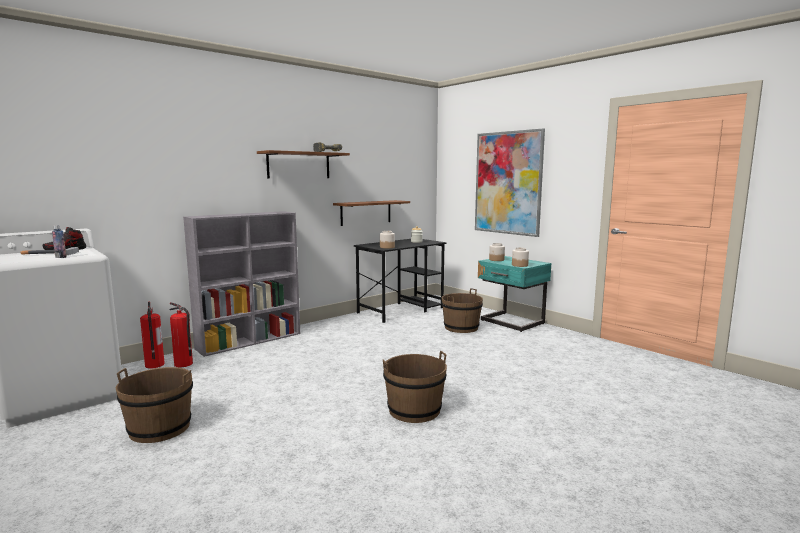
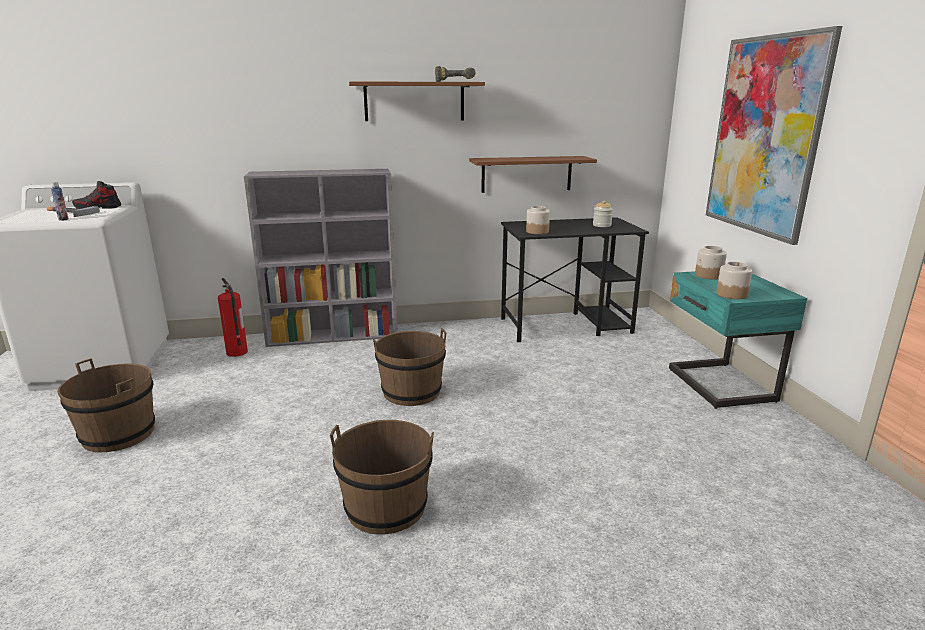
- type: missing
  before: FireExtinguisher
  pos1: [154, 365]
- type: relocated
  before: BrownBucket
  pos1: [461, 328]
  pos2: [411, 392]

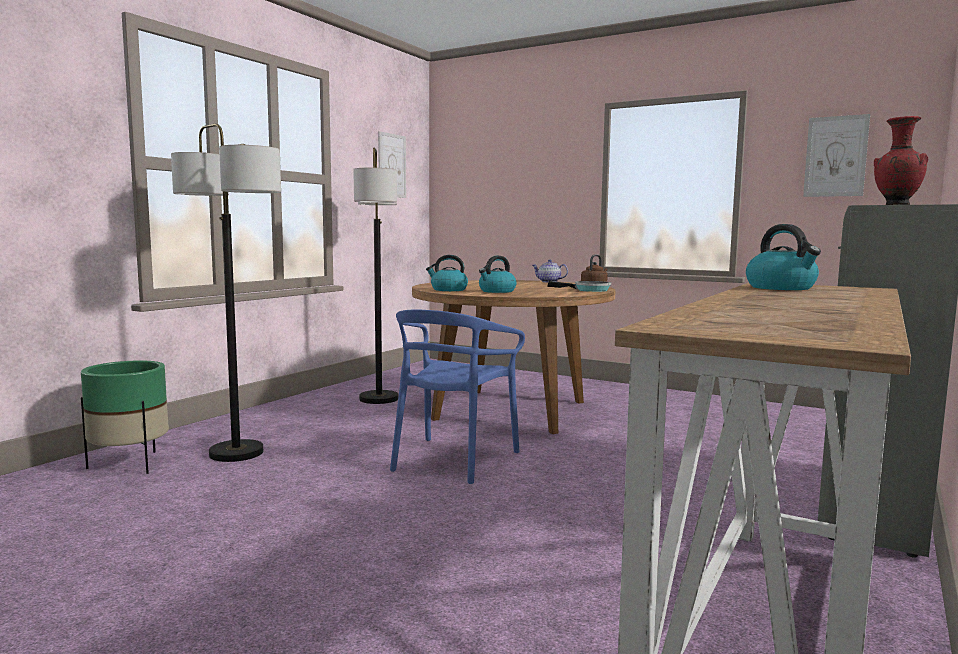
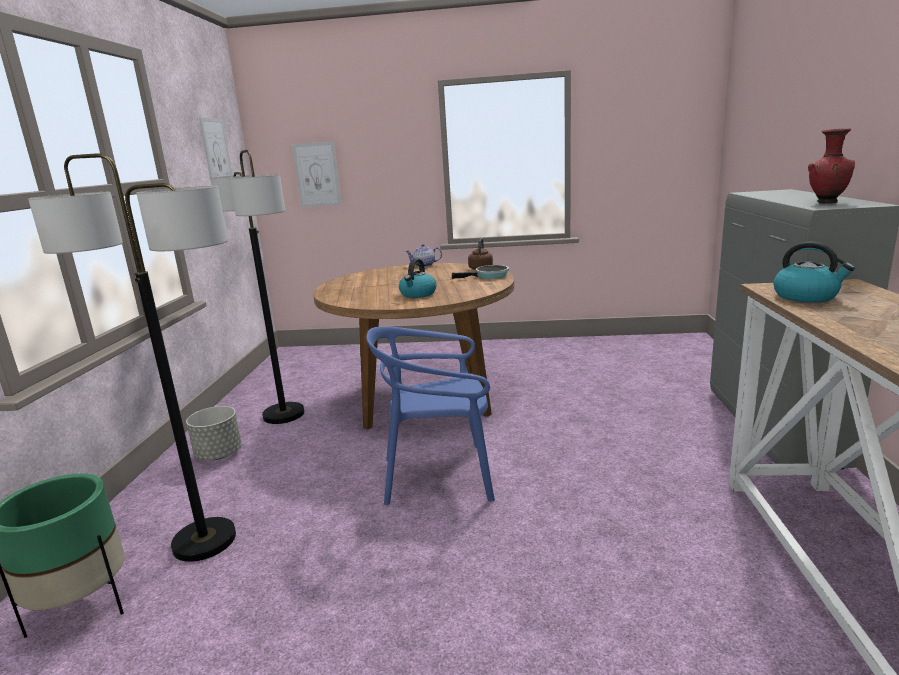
- type: missing
  before: Kettle
  pos1: [448, 290]
- type: appeared
  after: GreyPlanter
  pos2: [219, 454]
- type: relocated
  before: Picture
  pos1: [835, 156]
  pos2: [317, 174]
- type: spun
  before: BlueChair
  pos1: [453, 460]
  pos2: [438, 476]
  turn: 90

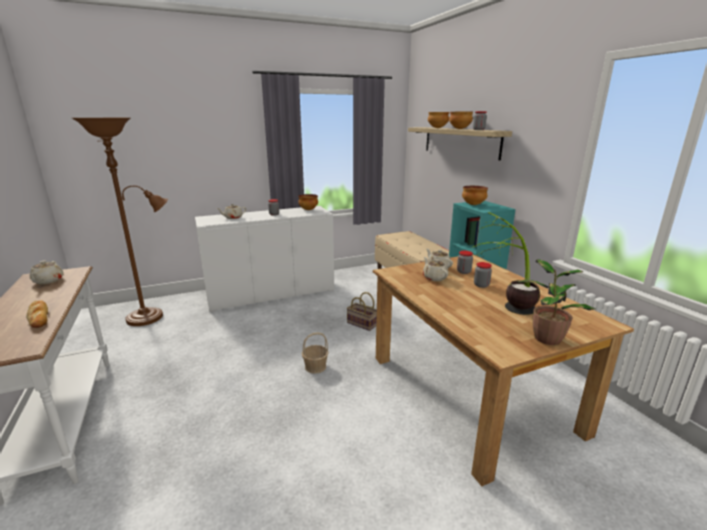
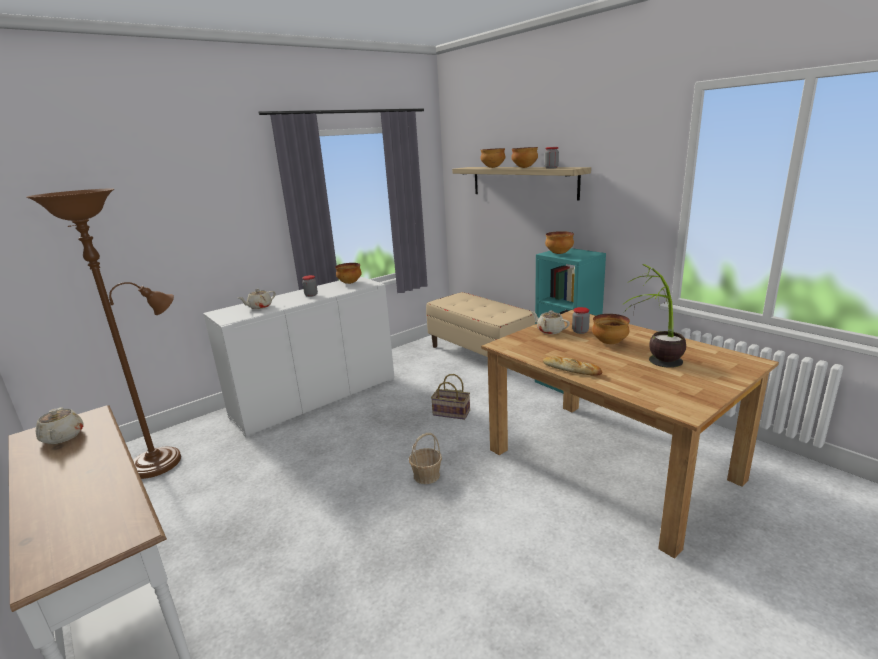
- type: missing
  before: BeigeTeapot
  pos1: [434, 277]
- type: missing
  before: PottedPlant
  pos1: [545, 337]
- type: relocated
  before: Bread
  pos1: [39, 316]
  pos2: [571, 369]
- type: exchanged
  before: Jar
  after: Bowl
  pos1: [481, 285]
  pos2: [609, 343]

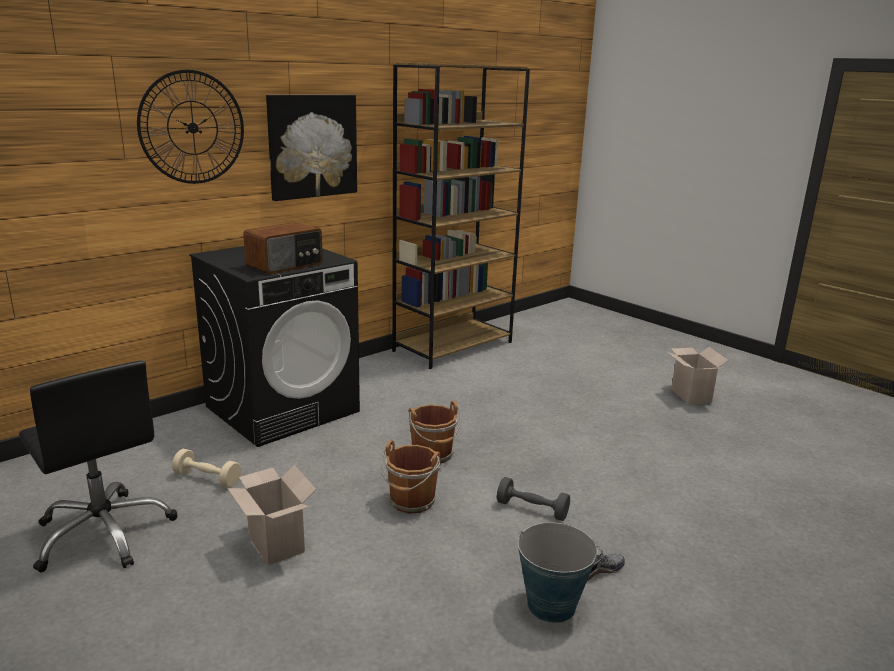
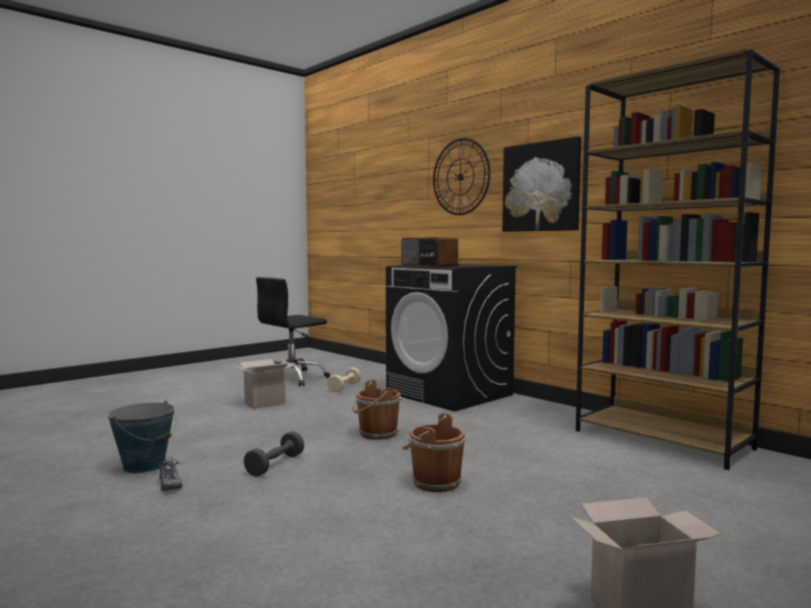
- type: relocated
  before: BrownBucket
  pos1: [411, 502]
  pos2: [434, 482]

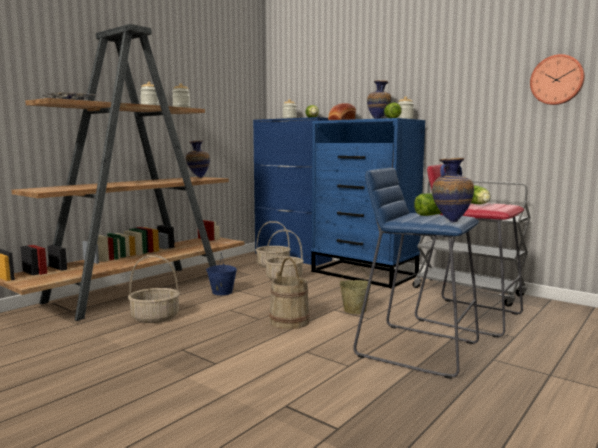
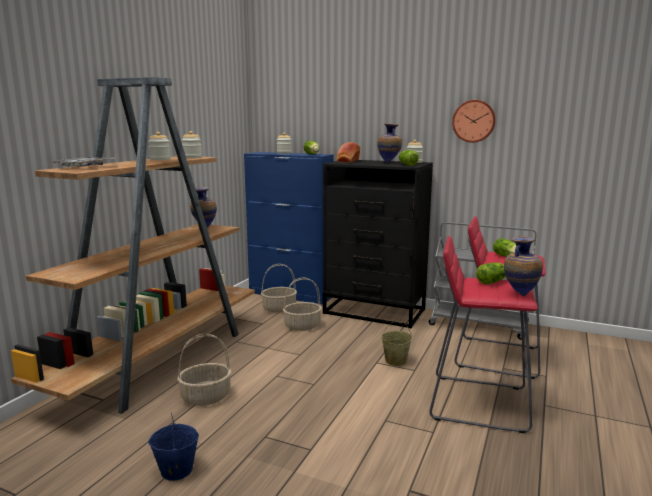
- type: missing
  before: BeigeBucket
  pos1: [289, 321]
- type: relocated
  before: BlueBucket
  pos1: [221, 292]
  pos2: [176, 470]
- type: relocated
  before: WallClock
  pos1: [557, 80]
  pos2: [474, 121]
- type: colour
  before: BlueDresser
  after: BlackDresser
  pos1: [364, 274]
  pos2: [375, 311]
- type: colour
  before: BlueStool
  after: RedStool
  pos1: [416, 349]
  pos2: [477, 402]

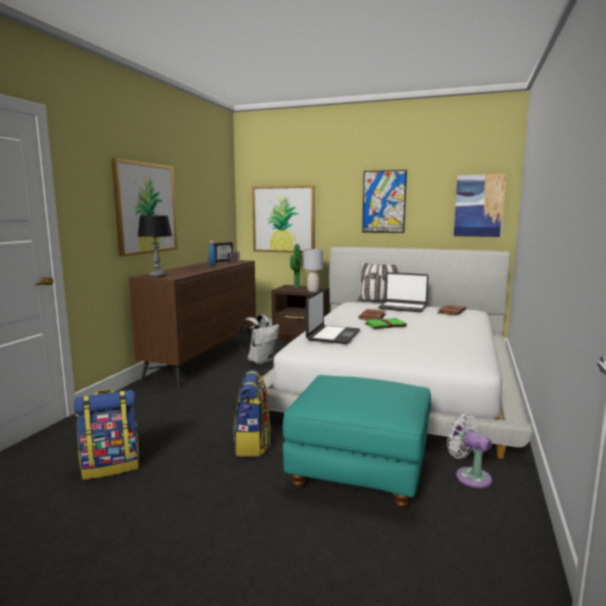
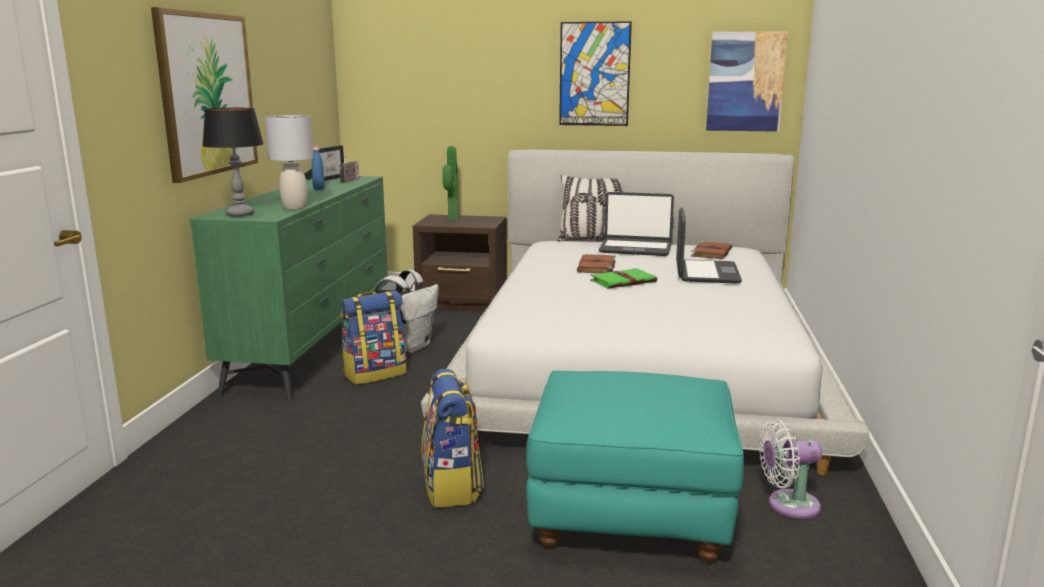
- type: missing
  before: Picture
  pos1: [283, 219]
- type: relocated
  before: Backpack
  pos1: [111, 466]
  pos2: [375, 374]
- type: relocated
  before: GreyTableLamp
  pos1: [312, 291]
  pos2: [294, 207]
- type: relocated
  before: Laptop
  pos1: [333, 335]
  pos2: [705, 273]
- type: colour
  before: BrownDresser
  after: GreenDresser
  pos1: [205, 358]
  pos2: [314, 347]
- type: spun
  before: WhiteFan
  pos1: [469, 476]
  pos2: [788, 505]
  turn: -45

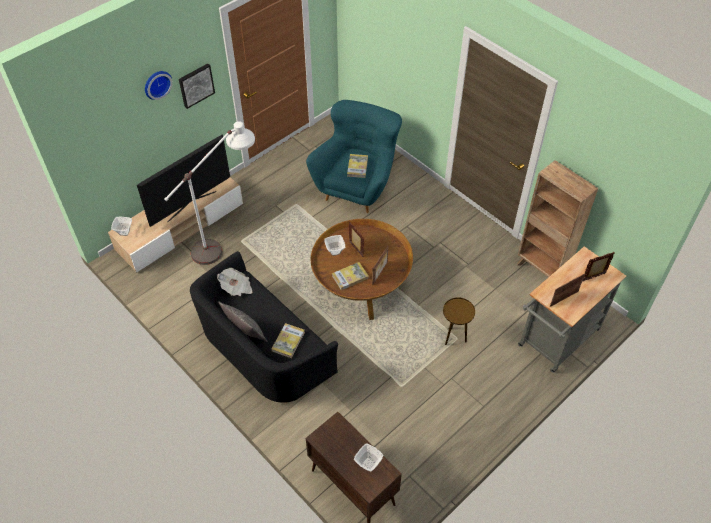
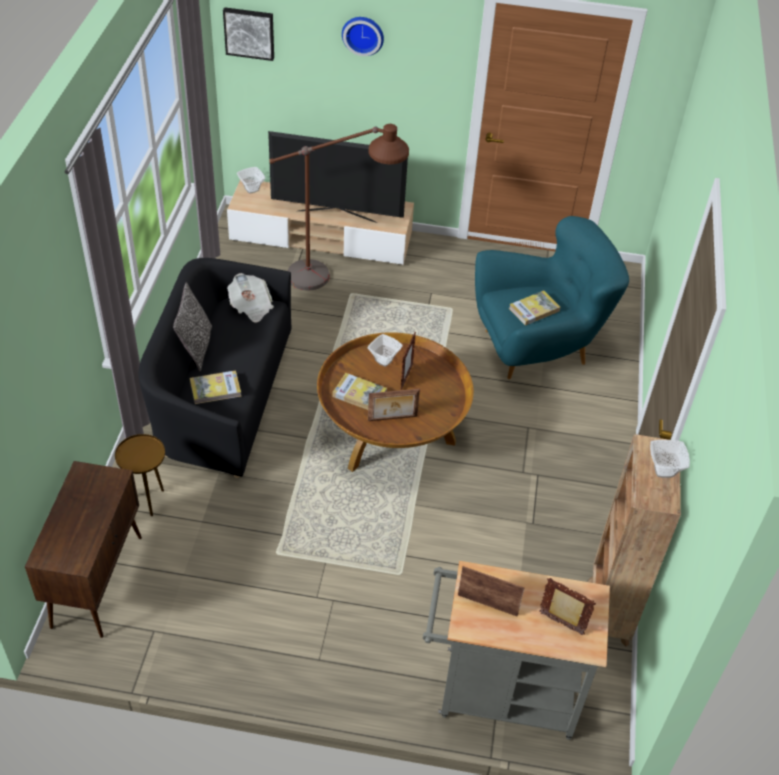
- type: relocated
  before: Picture
  pos1: [196, 85]
  pos2: [249, 32]
- type: relocated
  before: Bowl
  pos1: [367, 464]
  pos2: [663, 470]
- type: relocated
  before: BrownSideTable
  pos1: [454, 338]
  pos2: [148, 500]
- type: colour
  before: WhiteFloorLamp
  after: BrownFloorLamp
  pos1: [226, 242]
  pos2: [337, 282]

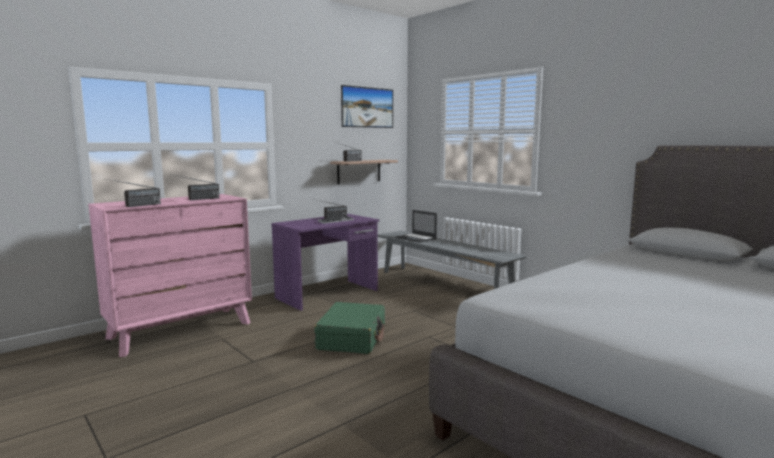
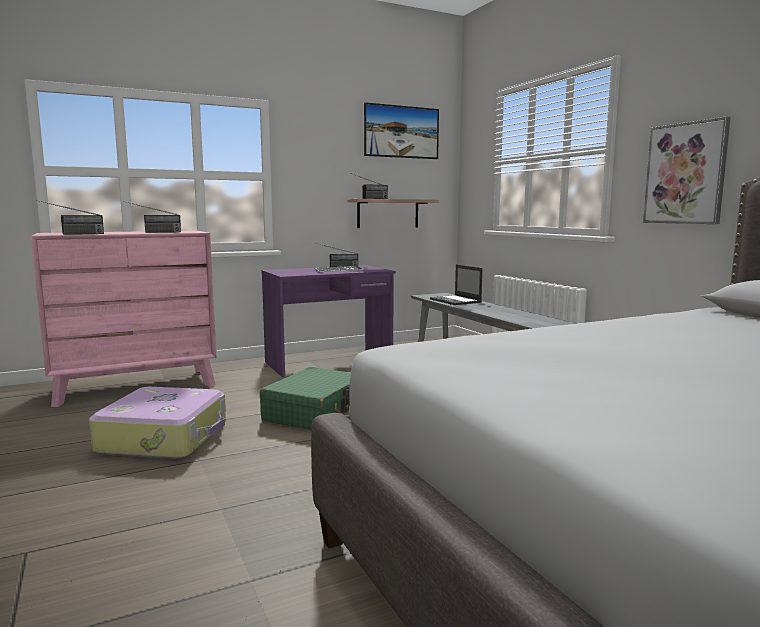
- type: appeared
  after: Suitcase
  pos2: [165, 437]
- type: appeared
  after: Picture
  pos2: [685, 173]

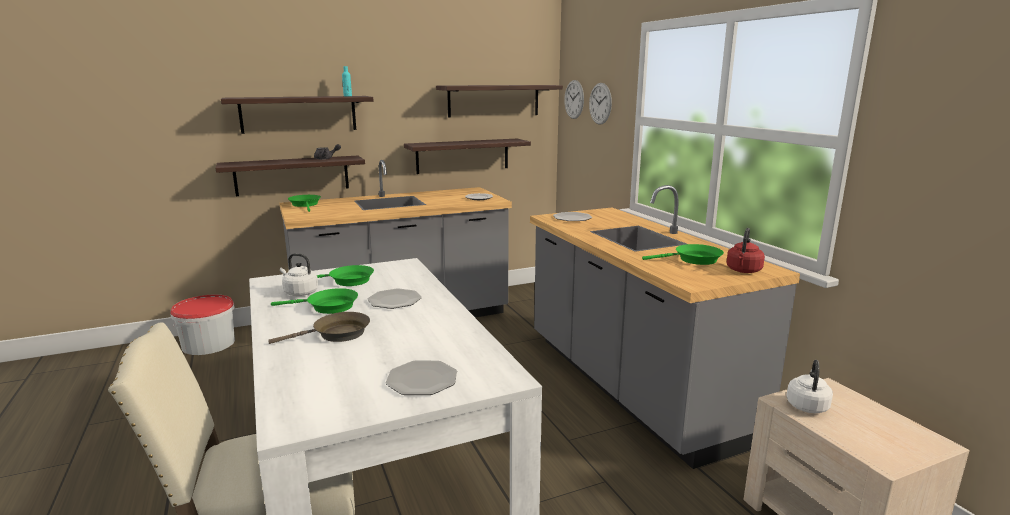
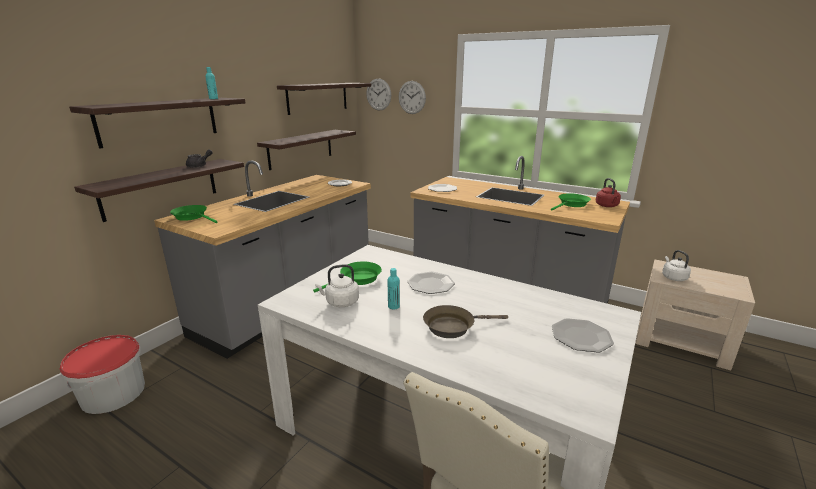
- type: exchanged
  before: GreenFryingPan
  after: TurquoiseBottle
  pos1: [328, 307]
  pos2: [393, 306]
- type: spun
  before: BrownFryingPan
  pos1: [337, 334]
  pos2: [453, 326]
  turn: -135

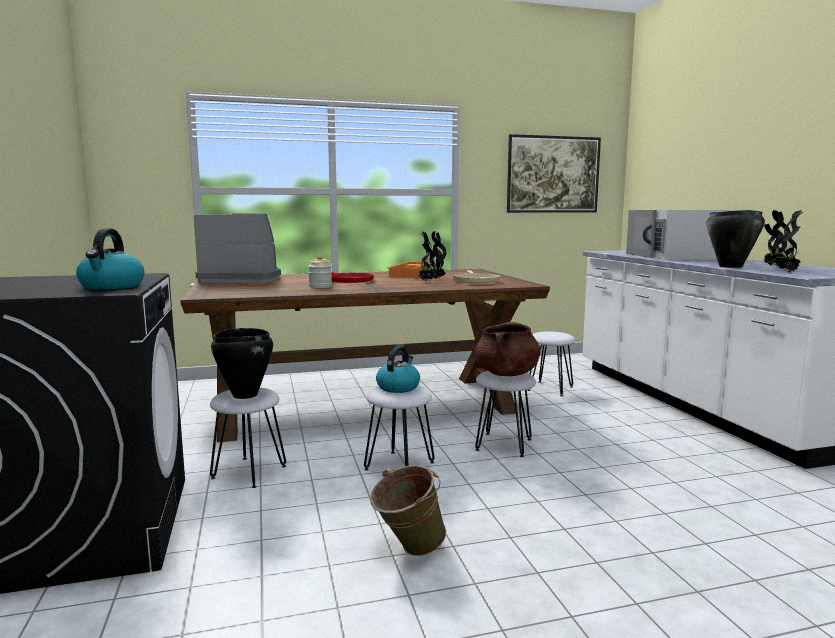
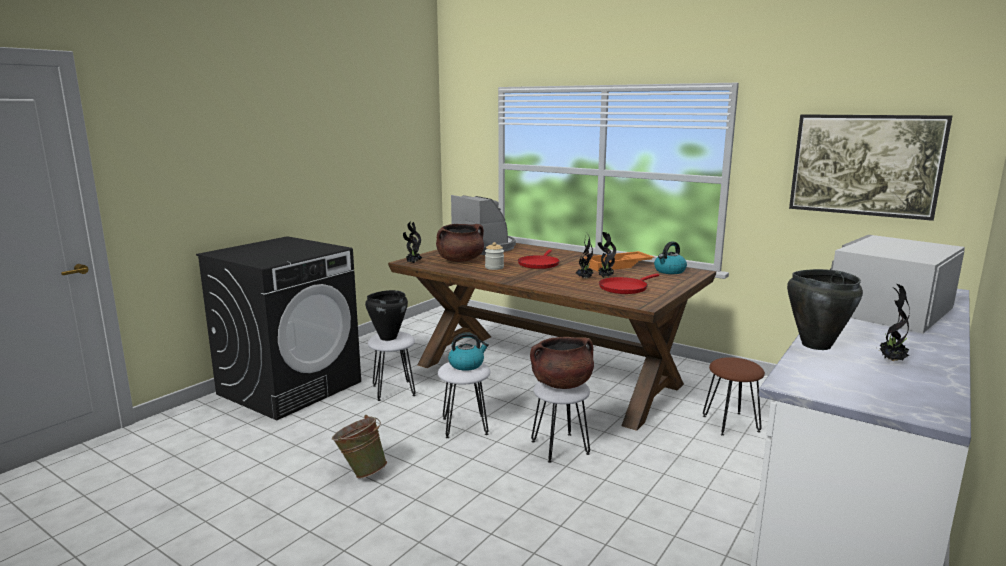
- type: appeared
  after: BrownCookingPot
  pos2: [460, 260]
- type: relocated
  before: Kettle
  pos1: [112, 286]
  pos2: [669, 271]
- type: relocated
  before: PottedPlant
  pos1: [788, 272]
  pos2: [413, 263]
- type: colour
  before: BeigeFryingPan
  after: RedFryingPan
  pos1: [475, 281]
  pos2: [625, 288]
- type: colour
  before: WhiteStool
  after: BrownStool
  pos1: [550, 388]
  pos2: [731, 424]

